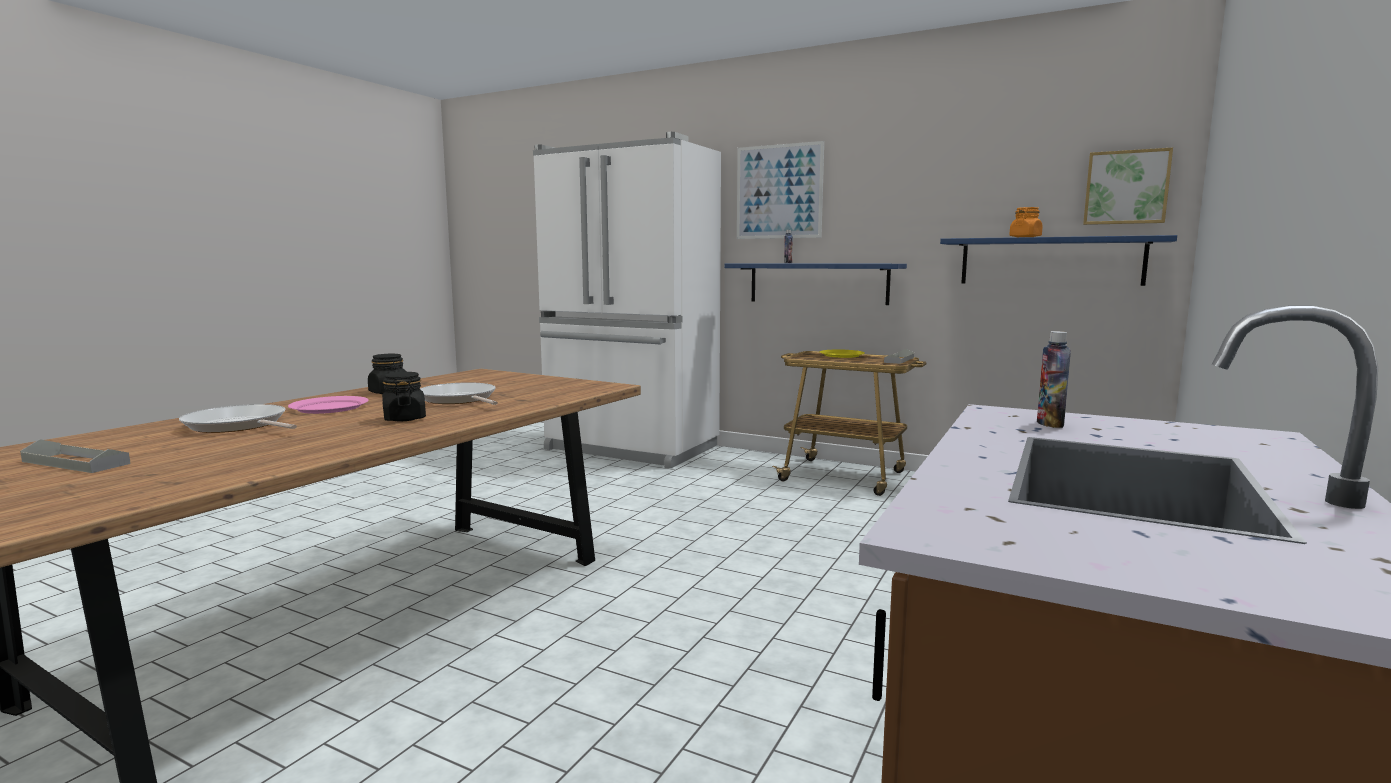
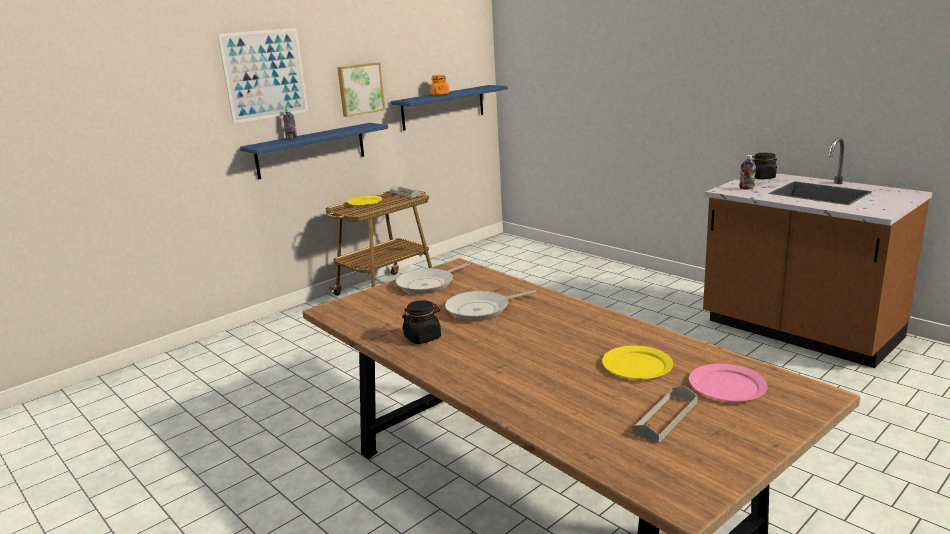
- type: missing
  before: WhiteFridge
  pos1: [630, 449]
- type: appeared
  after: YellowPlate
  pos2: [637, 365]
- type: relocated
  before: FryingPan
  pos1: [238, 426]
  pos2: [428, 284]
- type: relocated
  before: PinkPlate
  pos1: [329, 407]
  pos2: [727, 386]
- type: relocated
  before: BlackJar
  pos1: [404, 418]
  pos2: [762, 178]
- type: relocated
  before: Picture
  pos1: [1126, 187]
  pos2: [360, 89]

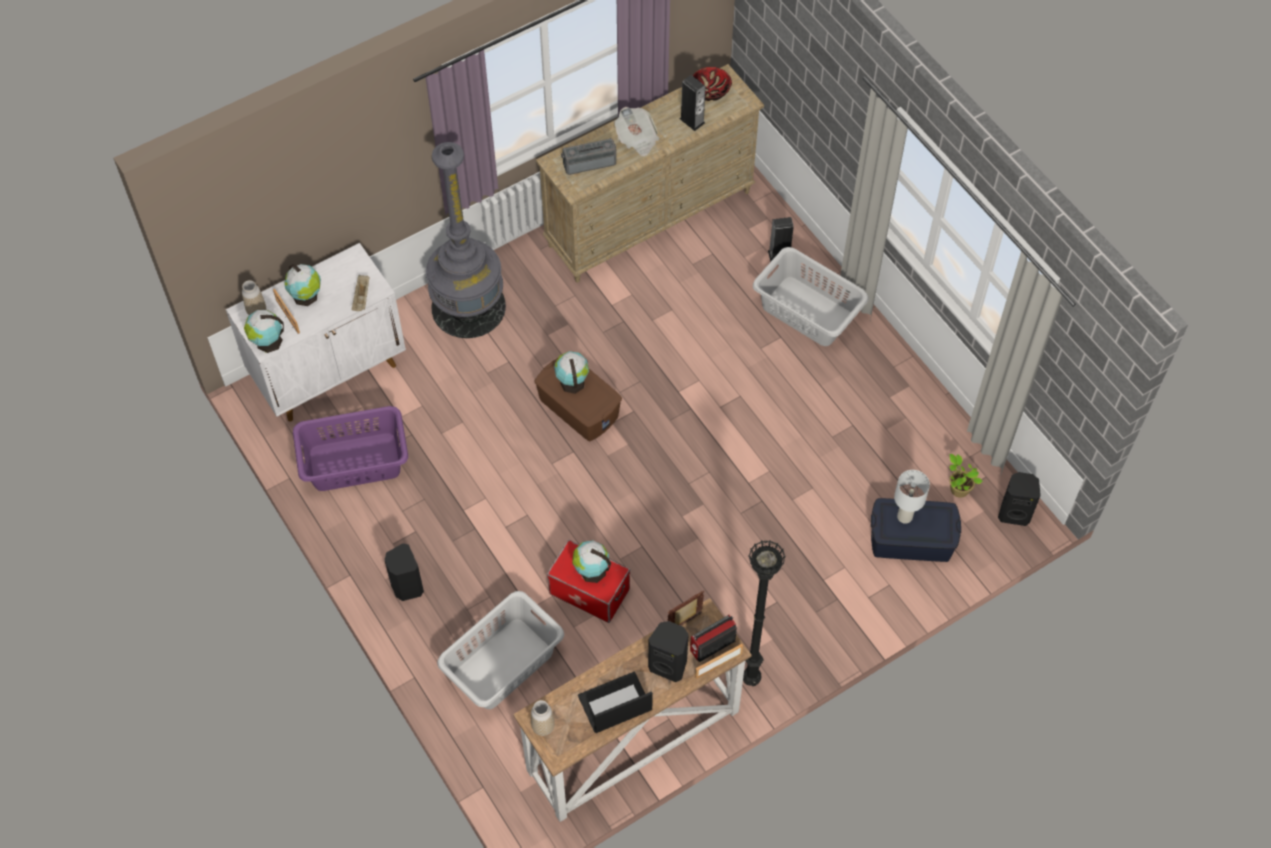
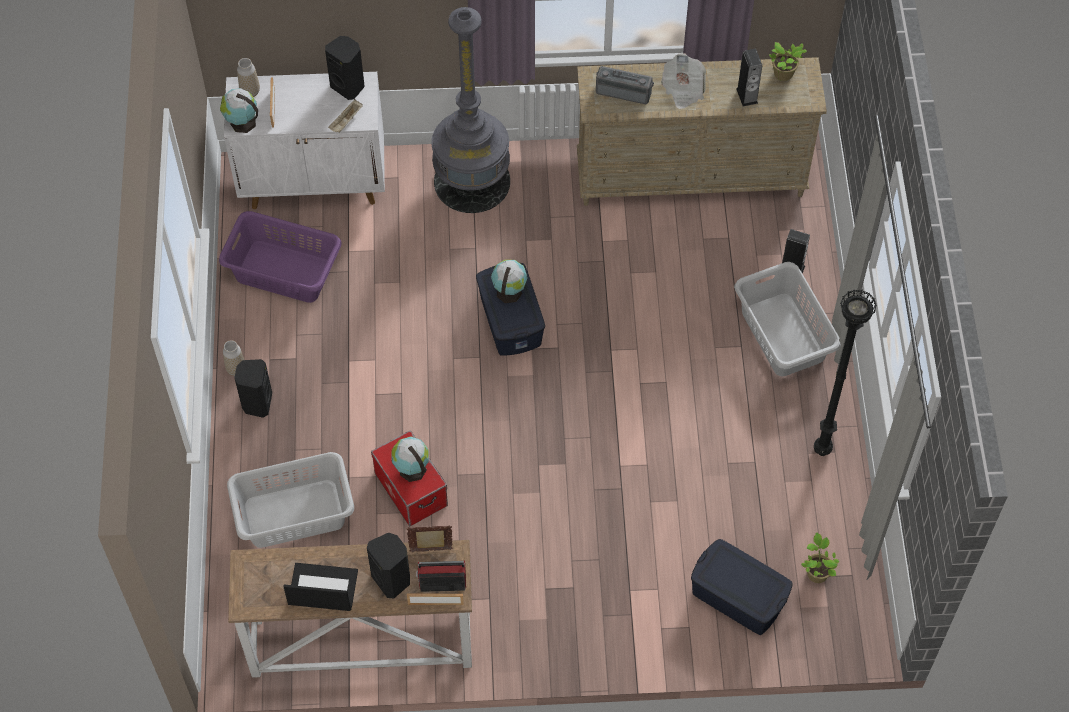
- type: missing
  before: Globe
  pos1: [306, 296]
- type: missing
  before: WhiteTableLamp
  pos1: [904, 517]
- type: relocated
  before: Vase
  pos1: [543, 727]
  pos2: [236, 369]
- type: relocated
  before: BlackFloorLamp
  pos1: [750, 681]
  pos2: [821, 451]
- type: relocated
  before: BlackSpeaker
  pos1: [1014, 513]
  pos2: [348, 86]
- type: exchanged
  before: Bowl
  after: PottedPlant
  pos1: [710, 90]
  pos2: [783, 75]
- type: colour
  before: BrownStorageBox
  after: BlueStorageBox
  pos1: [579, 407]
  pos2: [511, 320]

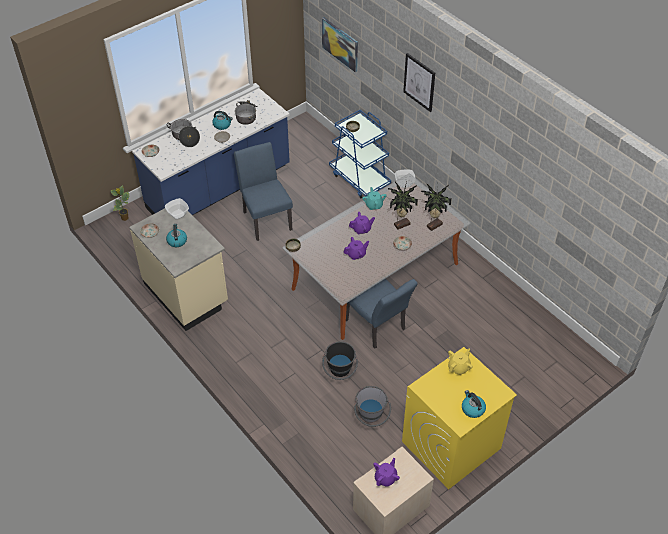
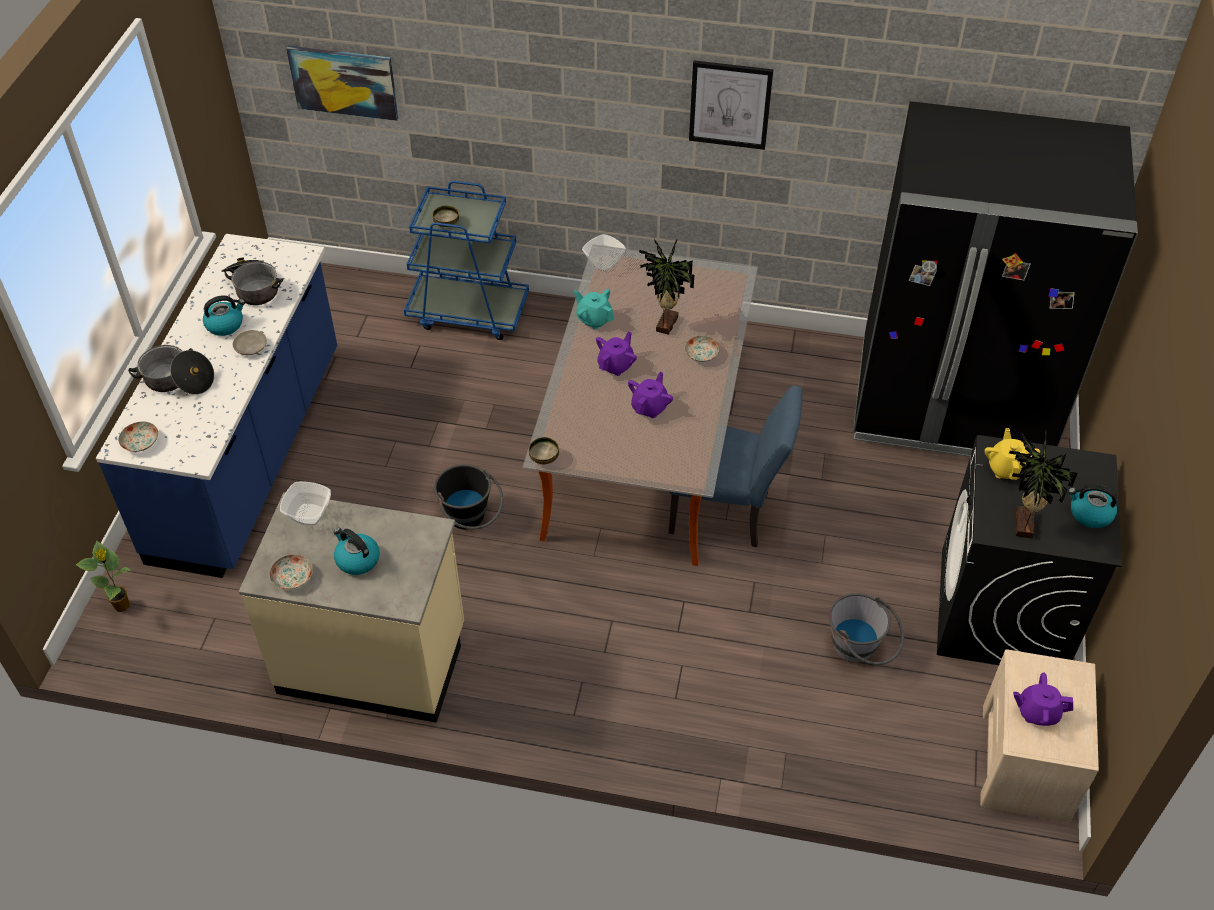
- type: missing
  before: BlueChair
  pos1: [265, 218]
- type: appeared
  after: BlackFridge
  pos2: [952, 406]
- type: relocated
  before: BlackBucket
  pos1: [340, 372]
  pos2: [471, 520]
- type: relocated
  before: Picture
  pos1: [419, 82]
  pos2: [730, 104]
- type: relocated
  before: PottedPlant
  pos1: [433, 225]
  pos2: [1021, 525]
- type: colour
  before: YellowWashingMachine
  after: BlackWashingMachine
  pos1: [451, 445]
  pos2: [1001, 612]
- type: spun
  before: PurpleTeapot
  pos1: [385, 478]
  pos2: [1037, 712]
  turn: -75

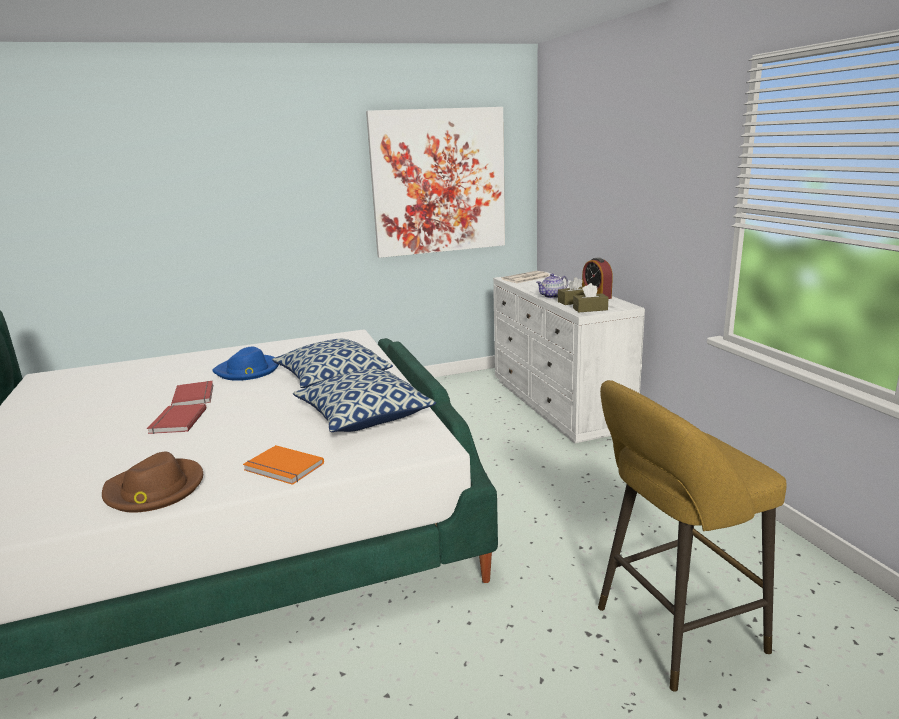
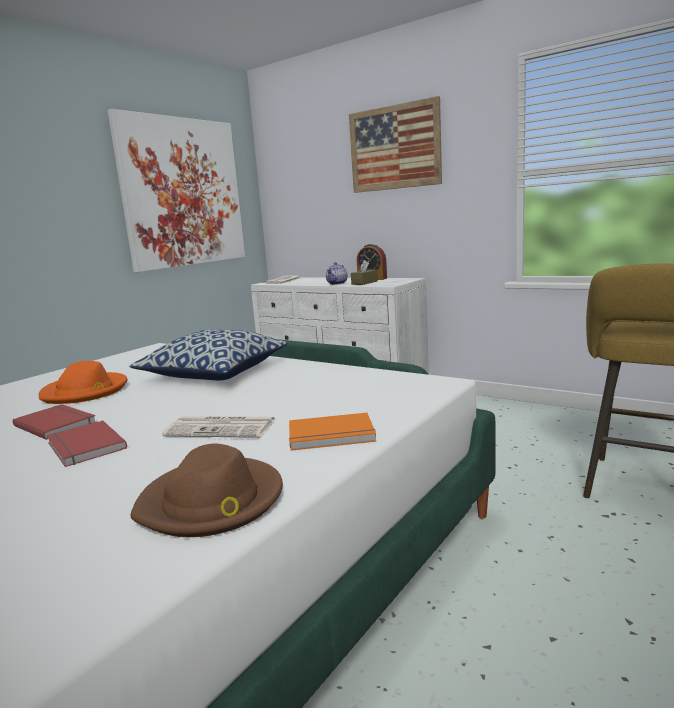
- type: missing
  before: Pillow
  pos1: [364, 417]
- type: missing
  before: BrownTissueBox
  pos1: [590, 309]
- type: appeared
  after: Newspaper
  pos2: [222, 428]
- type: appeared
  after: Picture
  pos2: [394, 148]
- type: colour
  before: BlueHat
  after: OrangeHat
  pos1: [248, 371]
  pos2: [85, 391]

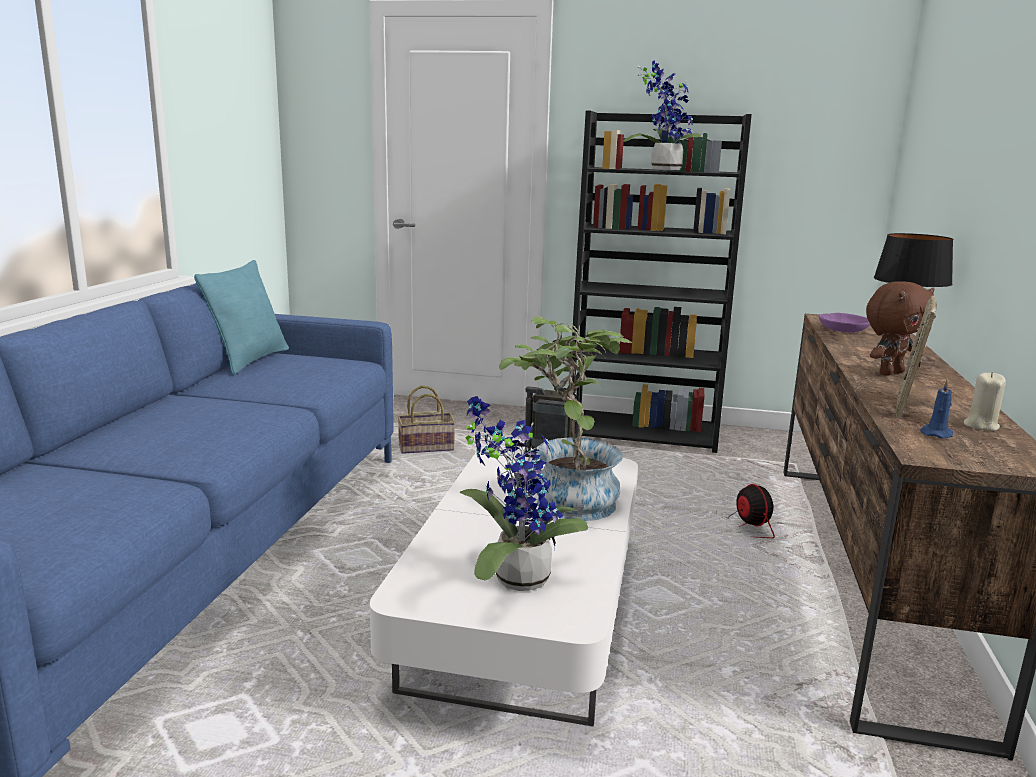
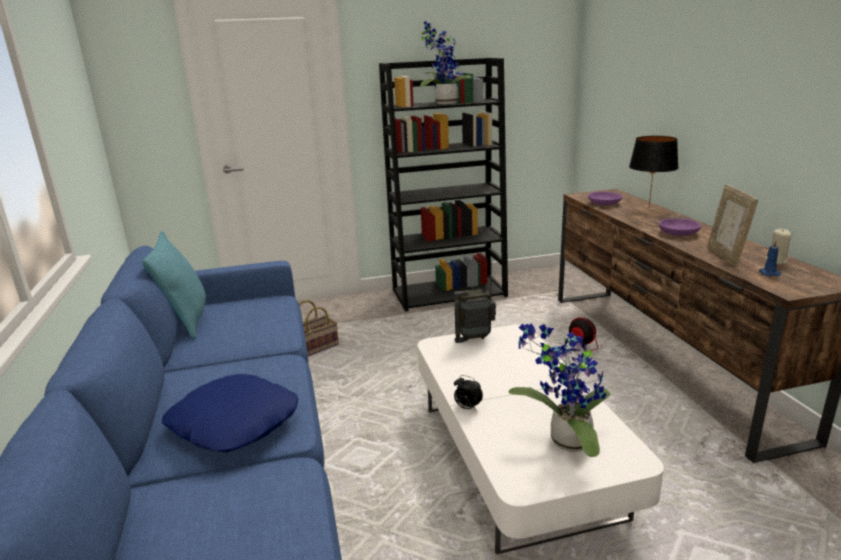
- type: missing
  before: PottedPlant
  pos1: [564, 500]
- type: appeared
  after: BluePillow
  pos2: [233, 423]
- type: appeared
  after: AlarmClock
  pos2: [467, 407]
- type: exchanged
  before: BrownPlushToy
  after: PurpleBowl
  pos1: [890, 373]
  pos2: [678, 232]

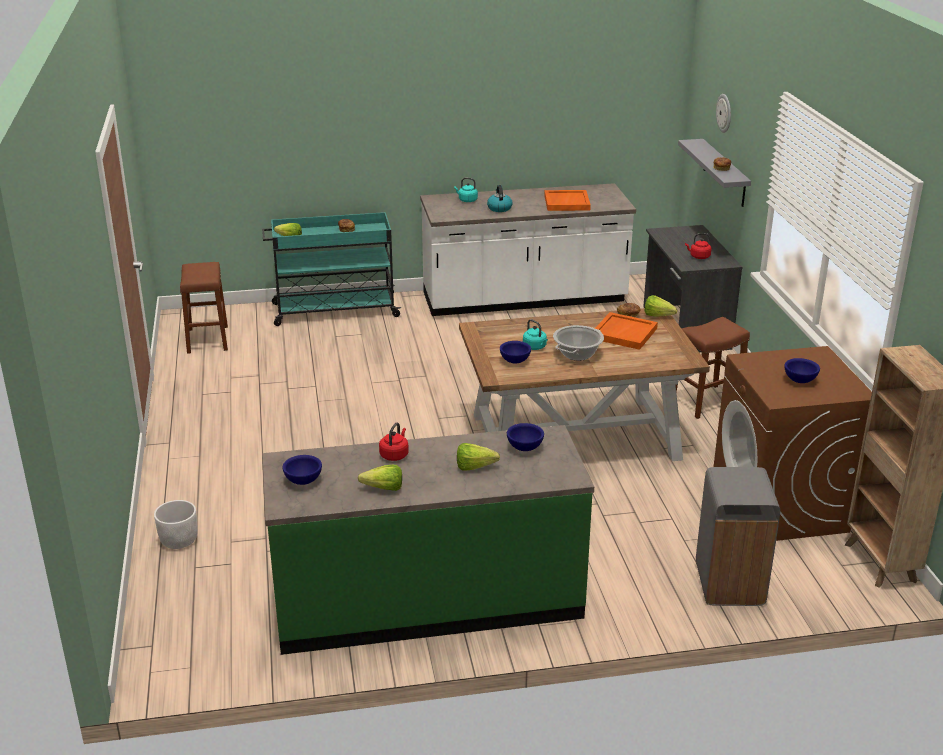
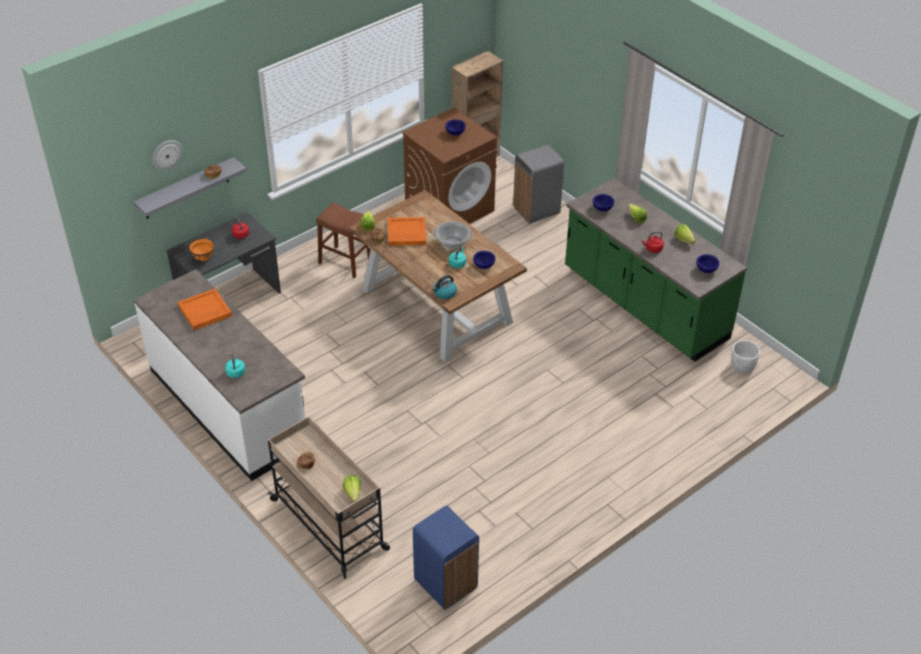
- type: appeared
  after: OrangeBowl
  pos2: [203, 258]
- type: relocated
  before: WhitePlanter
  pos1: [179, 540]
  pos2: [742, 366]
- type: relocated
  before: Kettle
  pos1: [499, 208]
  pos2: [444, 293]
- type: exchanged
  before: BrownStool
  after: BlueTrashCan
  pos1: [207, 339]
  pos2: [445, 584]
- type: colour
  before: TurquoiseCart
  after: BeigeCart
  pos1: [333, 310]
  pos2: [330, 525]

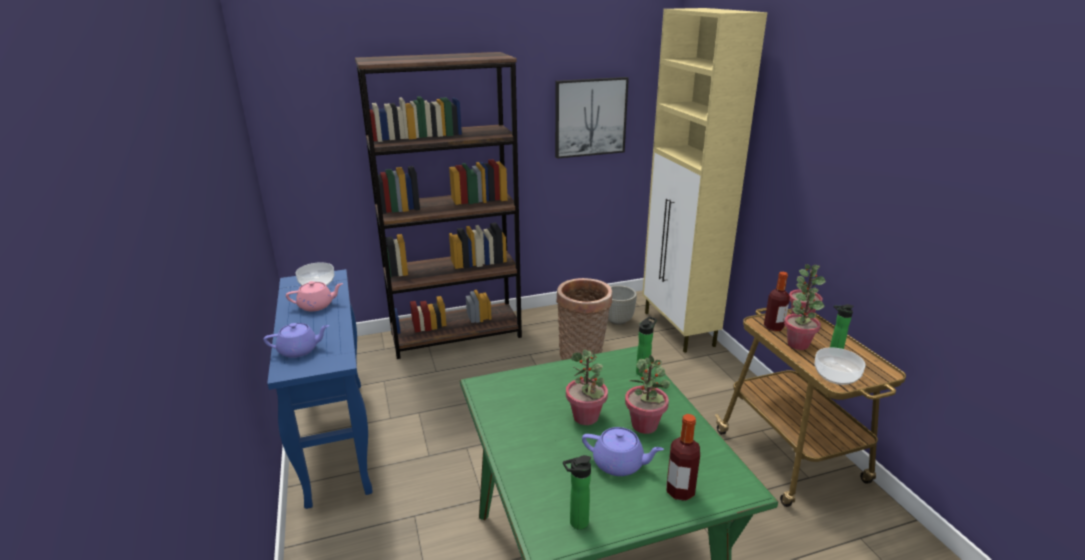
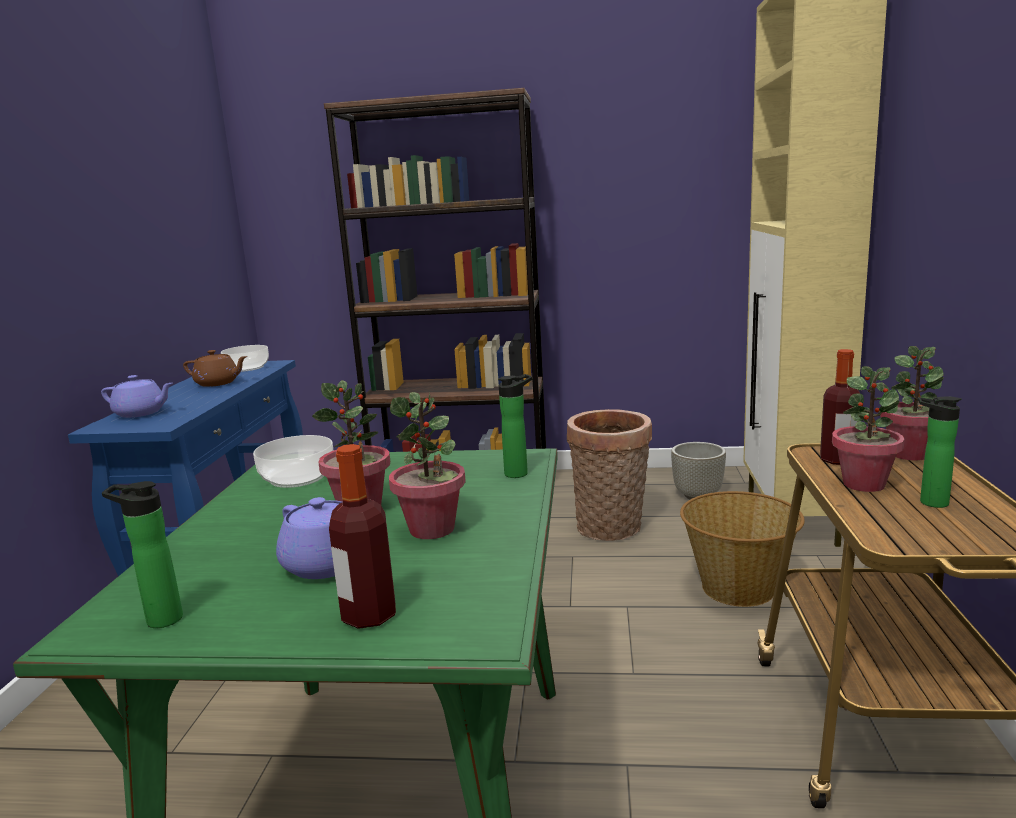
- type: missing
  before: Picture
  pos1: [590, 117]
- type: appeared
  after: Basket
  pos2: [738, 589]
- type: relocated
  before: Bowl
  pos1: [836, 376]
  pos2: [296, 478]
- type: colour
  before: PinkTeapot
  after: BrownTeapot
  pos1: [317, 306]
  pos2: [218, 383]

